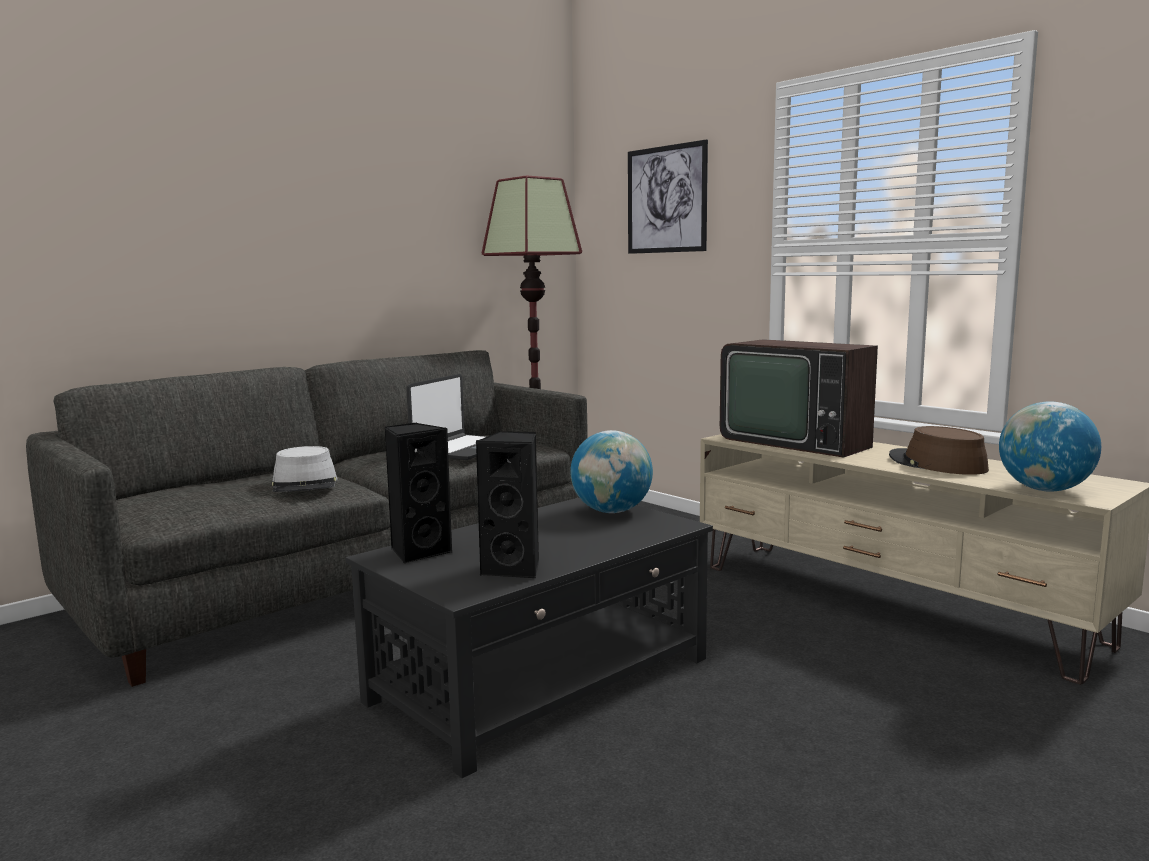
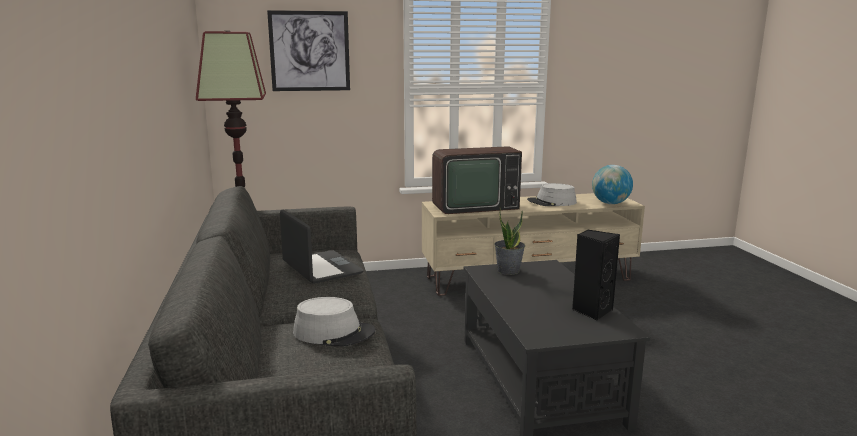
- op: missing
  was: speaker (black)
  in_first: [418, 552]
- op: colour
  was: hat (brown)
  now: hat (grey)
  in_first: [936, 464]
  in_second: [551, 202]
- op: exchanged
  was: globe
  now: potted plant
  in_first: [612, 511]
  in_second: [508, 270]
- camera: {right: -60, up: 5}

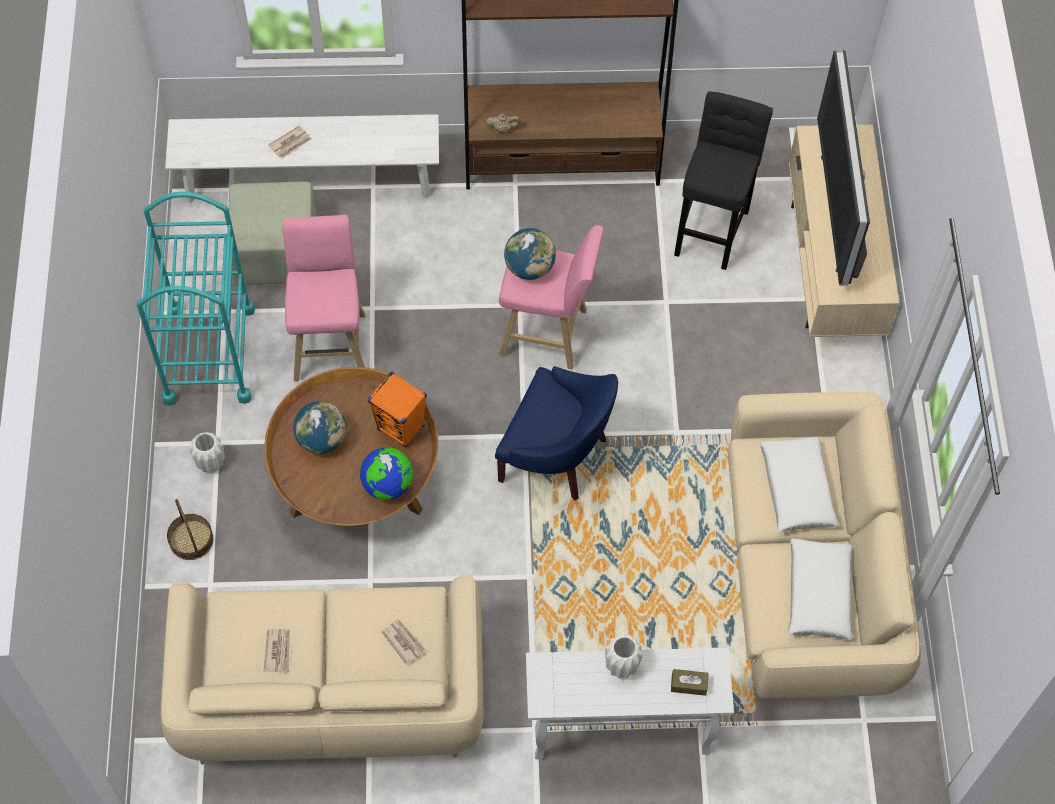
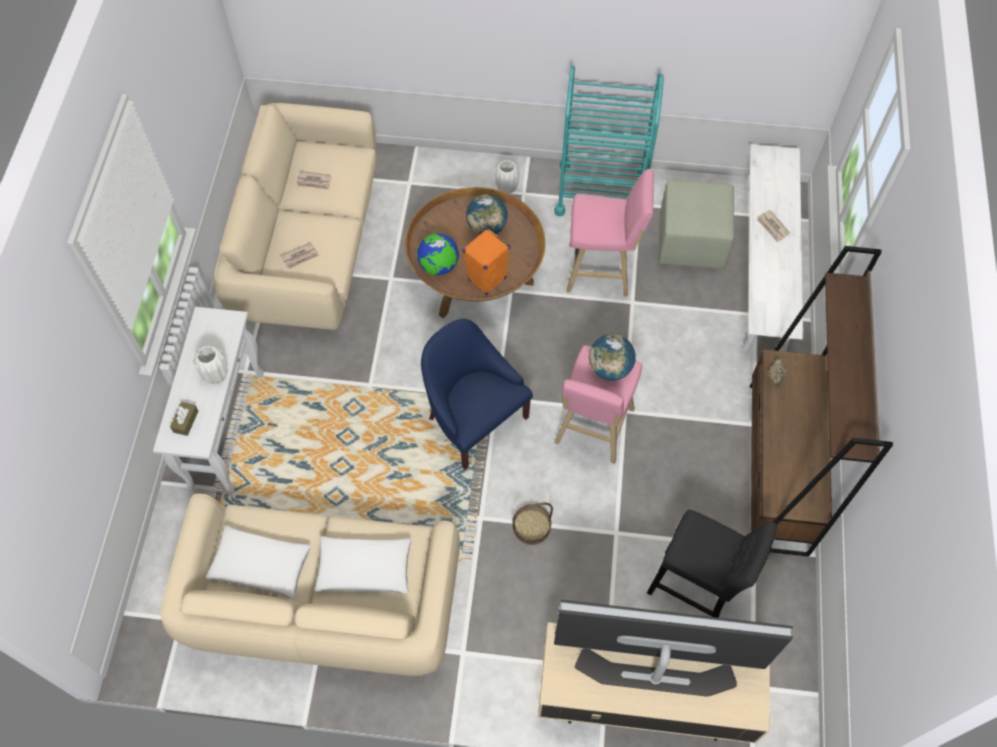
- op: spun
  was: armchair (blue)
  in_first: [557, 455]
  in_second: [473, 419]
  clockwise: 105
- op: relocated
  was: basket
  in_first: [191, 540]
  in_second: [531, 526]
- camera: {right: 100, up: 0}

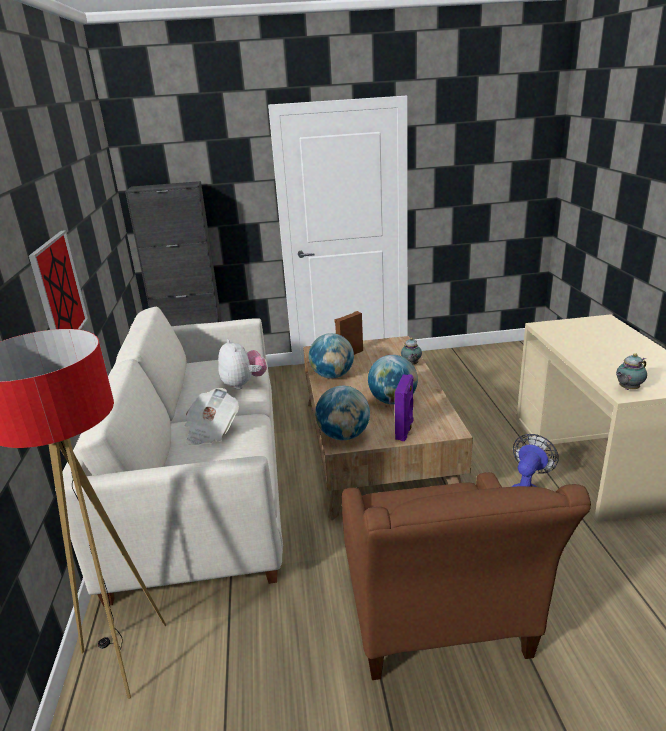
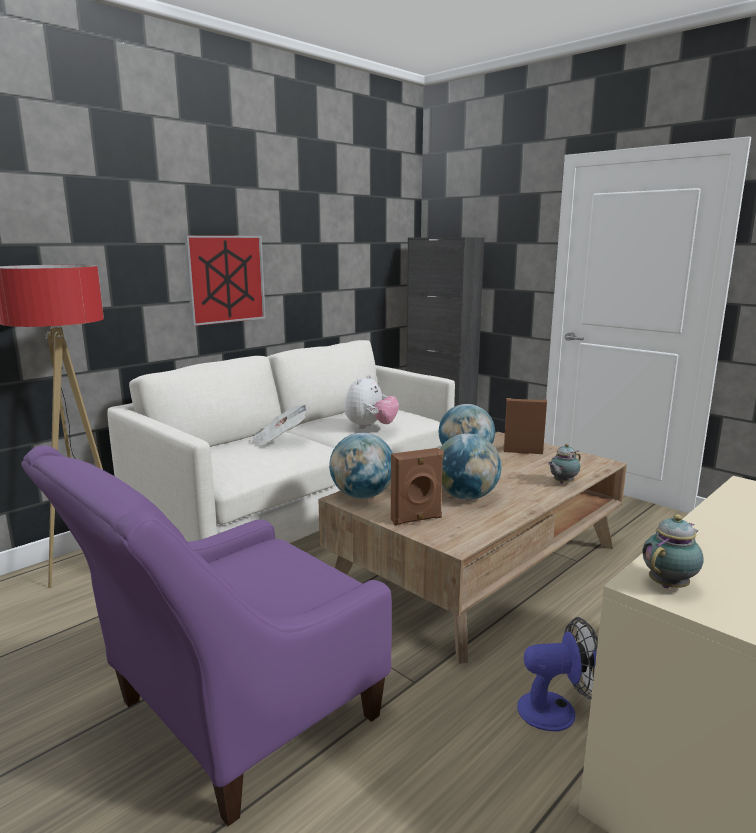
- op: spun
  was: teapot
  in_first: [627, 389]
  in_second: [670, 584]
  clockwise: 120
- op: colour
  was: speaker (purple)
  now: speaker (brown)
  in_first: [405, 430]
  in_second: [416, 519]
- op: colour
  was: armchair (brown)
  now: armchair (purple)
  in_first: [438, 624]
  in_second: [231, 719]
- camera: {right: 50, up: -10}

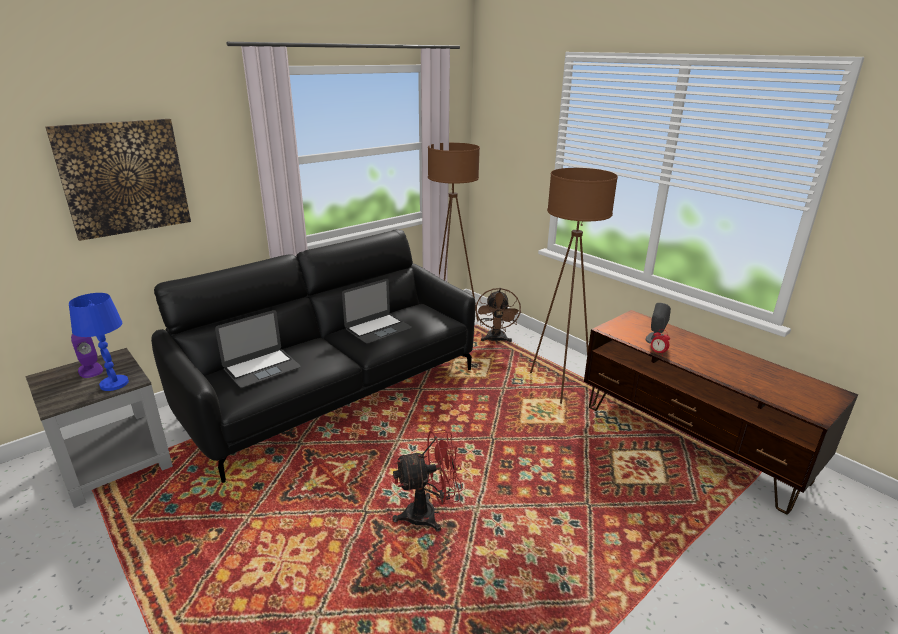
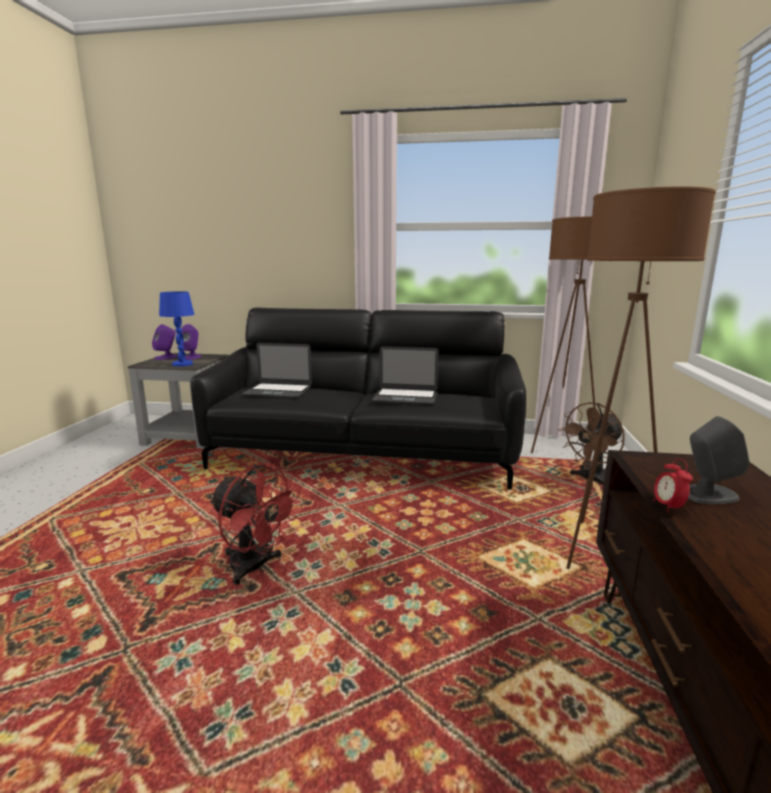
- op: missing
  was: picture
  in_first: [124, 178]
- op: appeared
  now: speaker (purple)
  in_second: [166, 357]
- camera: {right: 50, up: -10}

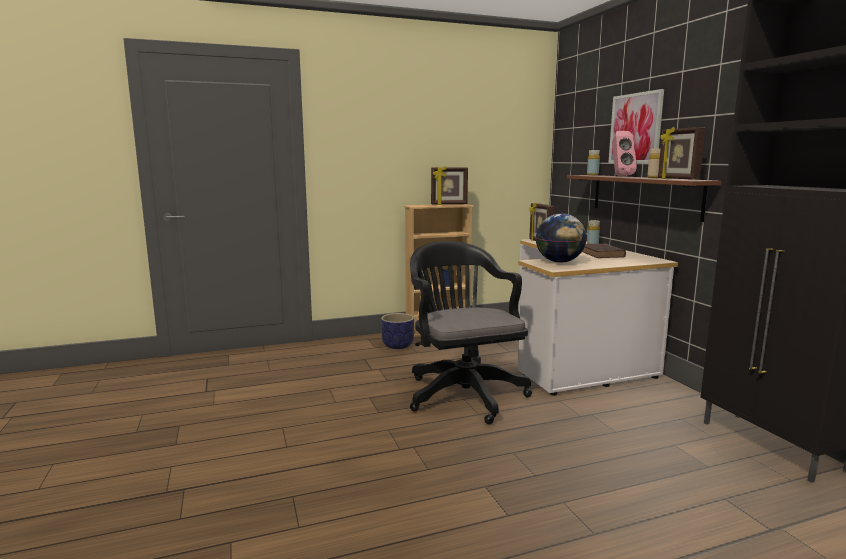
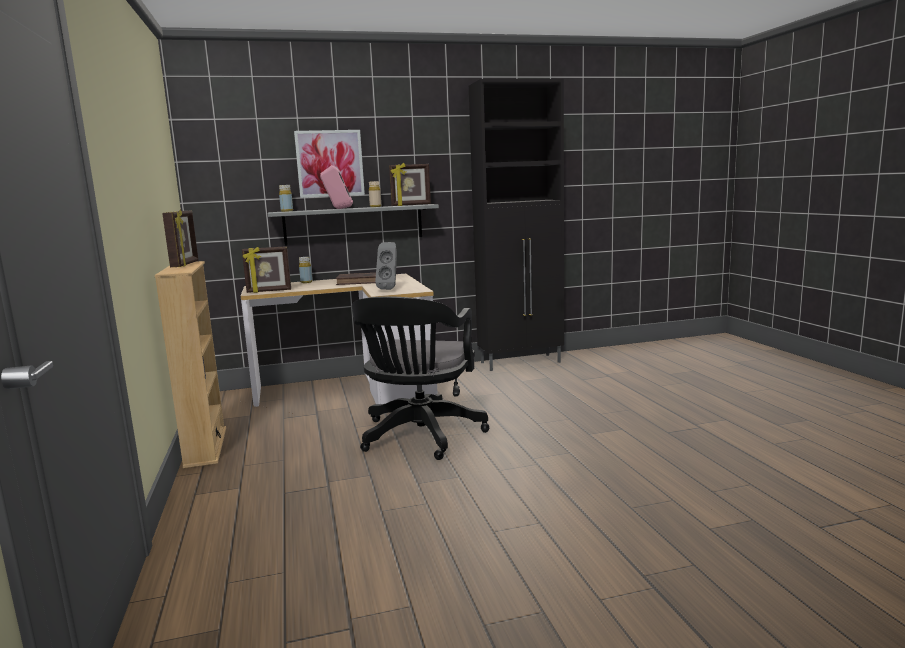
- op: colour
  was: shelf (brown)
  now: shelf (grey)
  in_first: [644, 195]
  in_second: [354, 224]
- op: exchanged
  was: globe
  now: speaker (grey)
  in_first: [559, 262]
  in_second: [390, 289]
- op: spun
  was: office chair (black)
  in_first: [462, 392]
  in_second: [419, 437]
  clockwise: -60
- op: missing
  was: planter
  in_first: [397, 345]
- camera: {right: -85, up: 0}

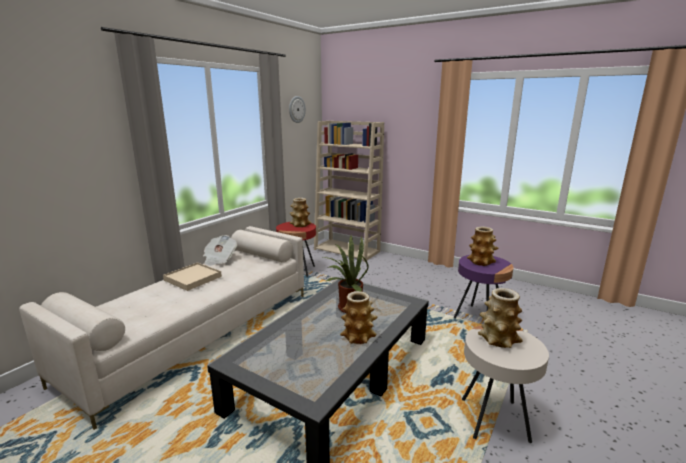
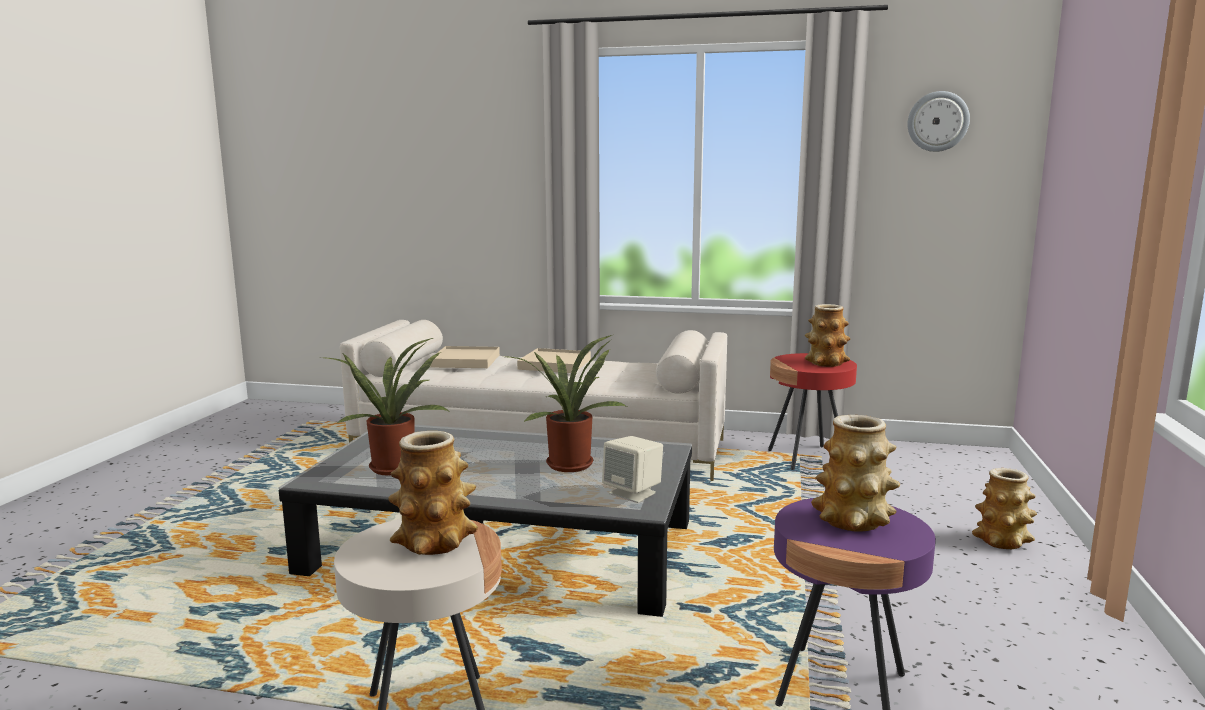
- op: missing
  was: bookcase (beige)
  in_first: [347, 250]
- op: missing
  was: newspaper
  in_first: [219, 259]
- op: relocated
  was: vase
  in_first: [358, 337]
  in_second: [1002, 541]
- op: appeared
  now: potted plant
  in_second: [395, 466]
- op: appeared
  now: tray (beige)
  in_second: [465, 361]
- op: appeared
  now: speaker (beige)
  in_second: [633, 493]
- camera: {right: 70, up: -5}

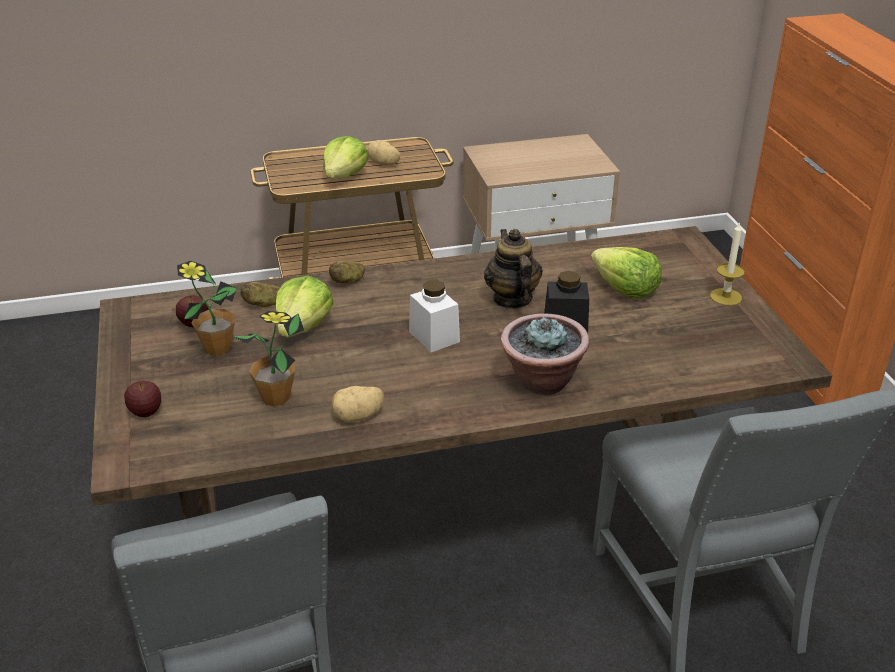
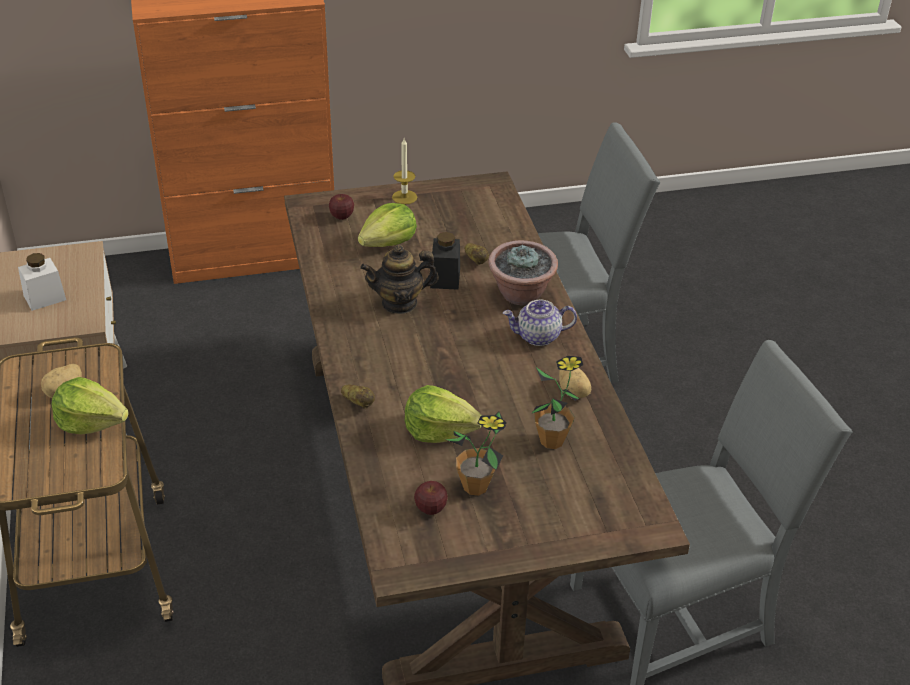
- op: relocated
  was: jar (white)
  in_first: [434, 336]
  in_second: [45, 298]
- op: relocated
  was: potato
  in_first: [263, 304]
  in_second: [476, 261]
- op: relocated
  was: apple
  in_first: [145, 412]
  in_second: [342, 216]
- op: appeared
  now: teapot
  in_second: [538, 337]
- camera: {right: -90, up: 5}

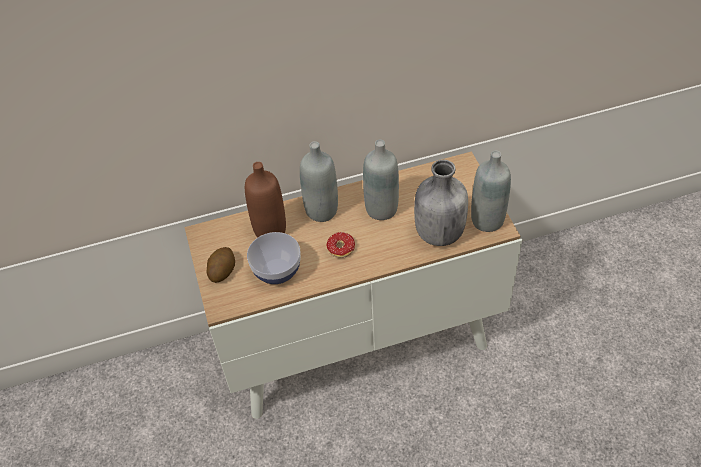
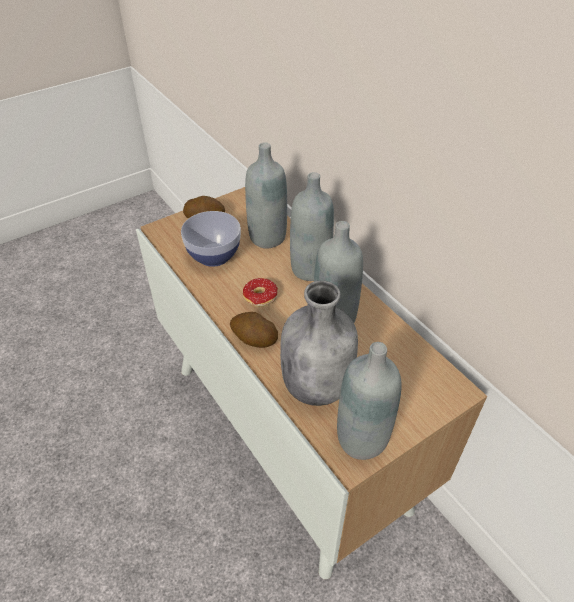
- op: colour
  was: bottle (brown)
  now: bottle (grey)
  in_first: [270, 230]
  in_second: [267, 237]
- op: appeared
  now: potato
  in_second: [254, 339]
- camera: {right: 70, up: -5}

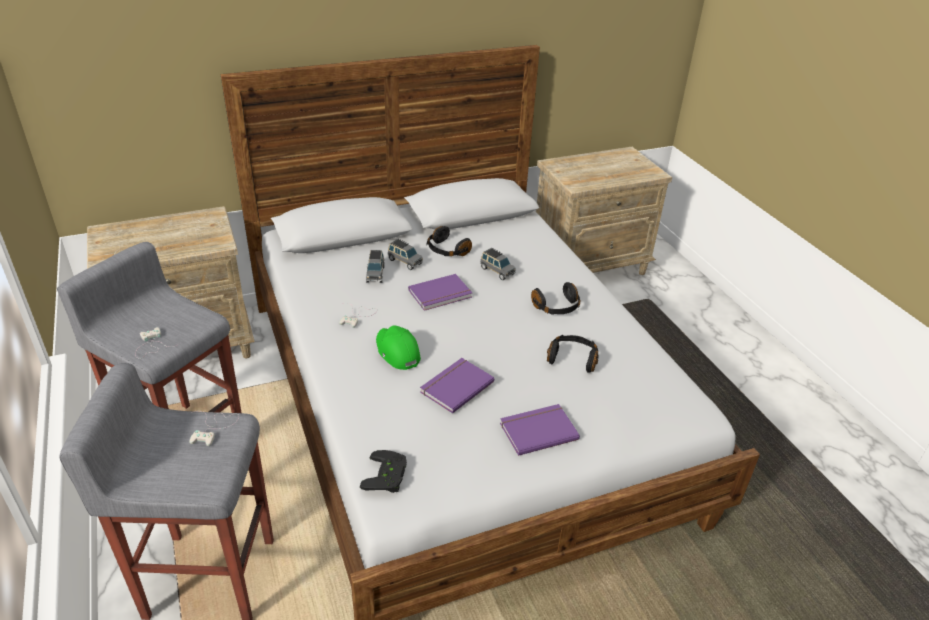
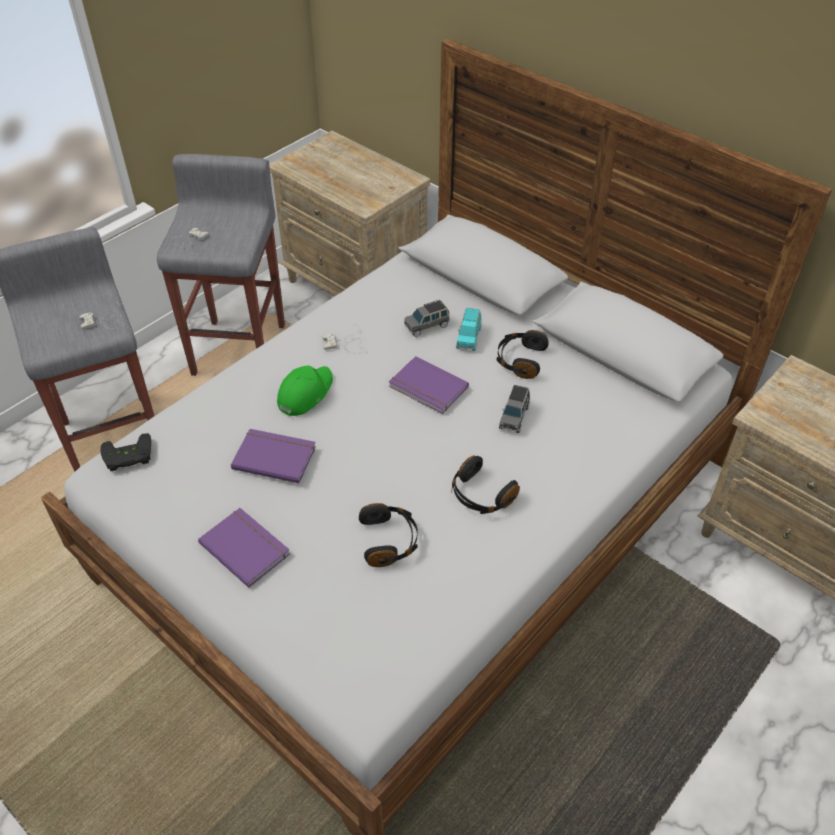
- op: colour
  was: toy car (grey)
  now: toy car (turquoise)
  in_first: [404, 261]
  in_second: [468, 337]
- camera: {right: 65, up: 10}

